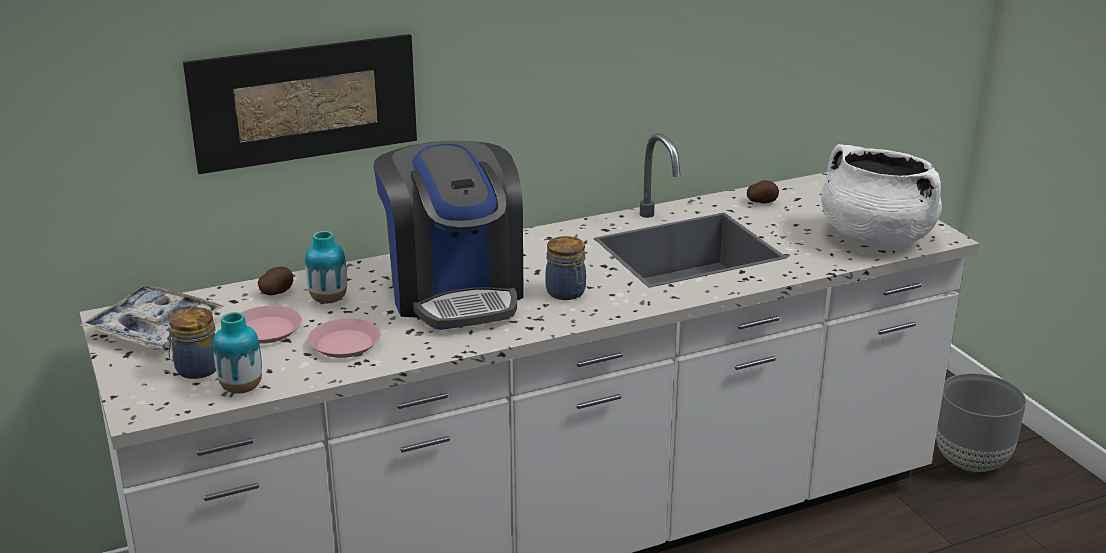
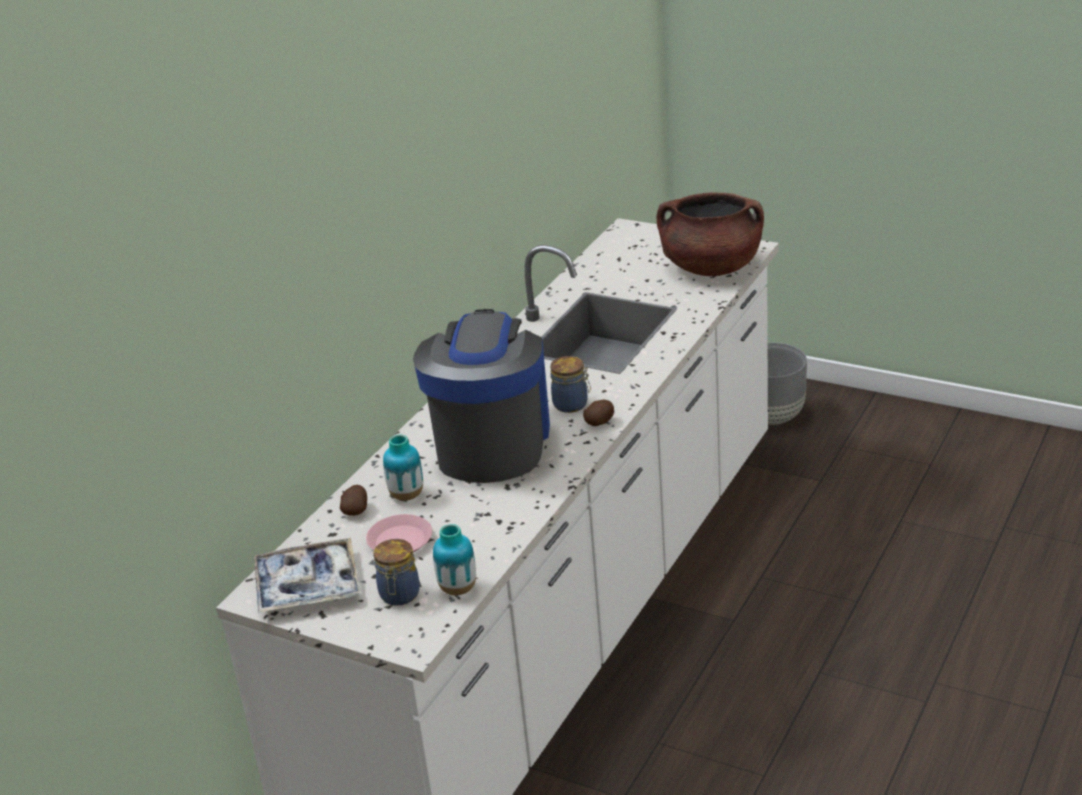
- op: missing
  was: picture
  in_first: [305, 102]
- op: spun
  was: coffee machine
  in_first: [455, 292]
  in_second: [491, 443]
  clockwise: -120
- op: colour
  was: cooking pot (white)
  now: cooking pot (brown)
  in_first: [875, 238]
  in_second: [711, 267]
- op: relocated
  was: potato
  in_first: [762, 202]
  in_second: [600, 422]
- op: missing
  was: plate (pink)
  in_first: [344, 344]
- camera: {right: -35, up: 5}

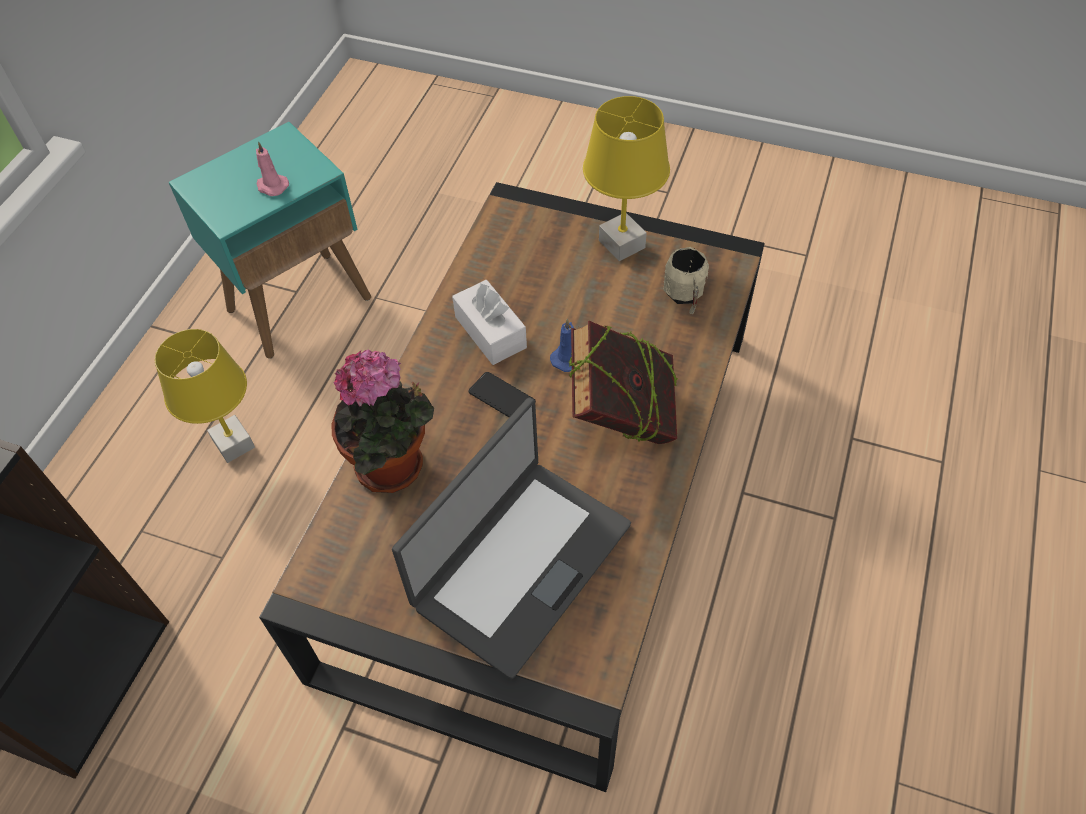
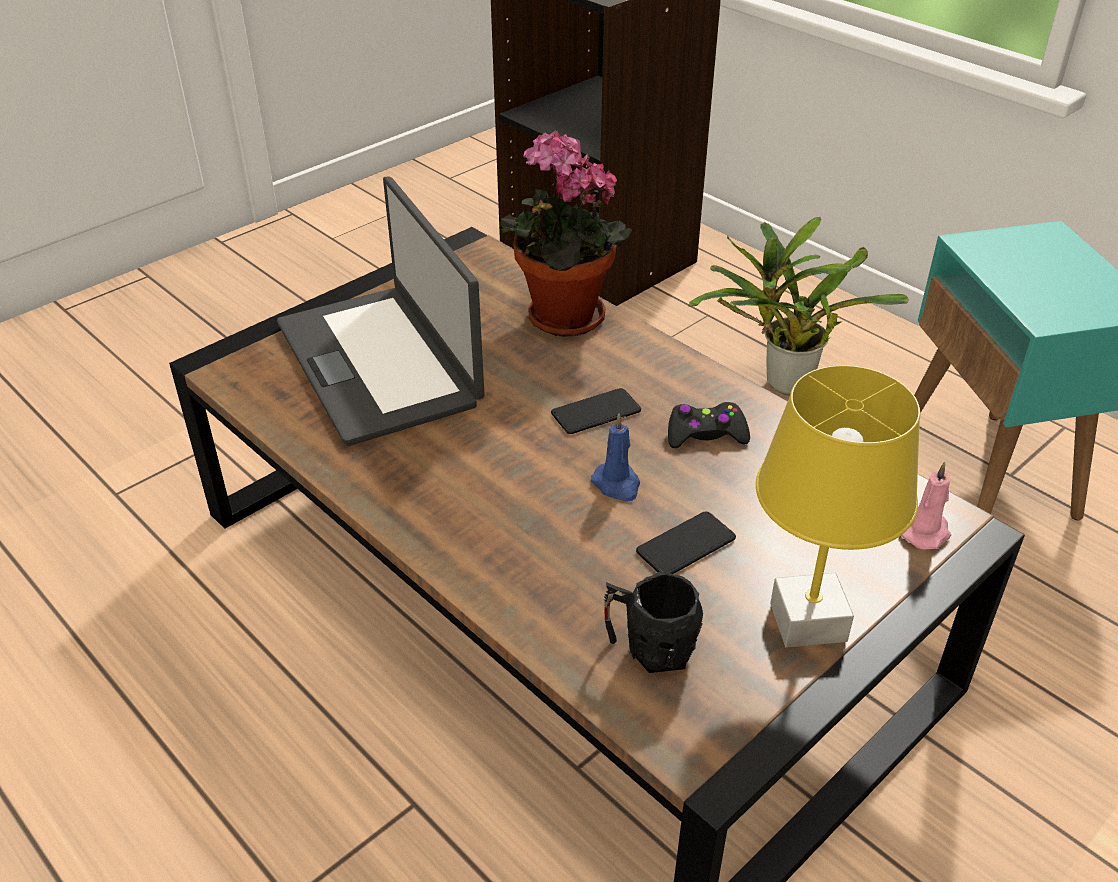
- op: relocated
  was: candle (pink)
  in_first: [271, 186]
  in_second: [925, 532]
- op: colour
  was: mug (beige)
  now: mug (black)
  in_first: [685, 297]
  in_second: [649, 648]
- op: exchanged
  was: tissue box (white)
  now: game controller (black)
  in_first: [490, 332]
  in_second: [705, 434]
- op: missing
  was: book
  in_first: [622, 420]
- op: exchanged
  was: table lamp (yellow)
  now: potted plant
  in_first: [234, 444]
  in_second: [781, 383]
- op: appeared
  now: phone
  in_second: [686, 545]
- camera: {right: 115, up: -15}

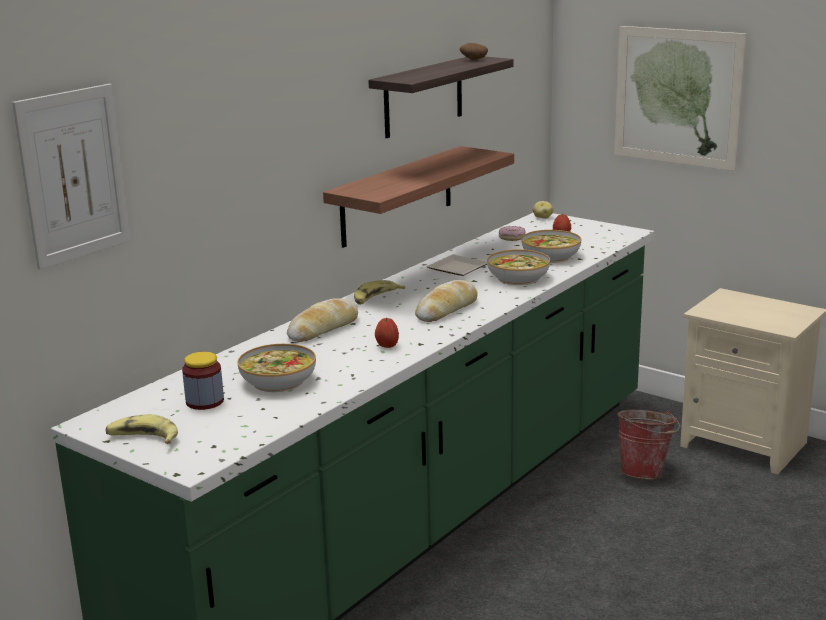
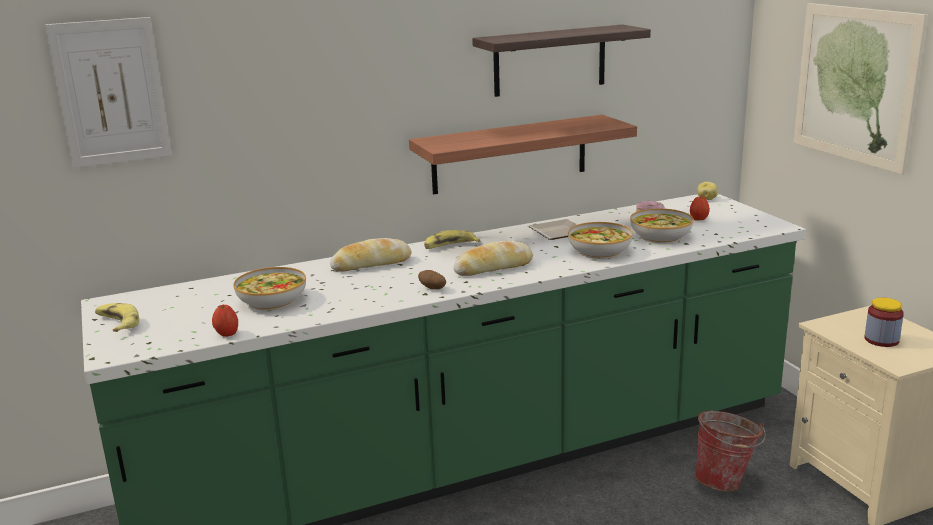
- op: relocated
  was: potato
  in_first: [473, 59]
  in_second: [432, 288]
- op: relocated
  was: apple
  in_first: [387, 346]
  in_second: [227, 334]
- op: relocated
  was: jar
  in_first: [205, 401]
  in_second: [881, 340]
- camera: {right: 30, up: 0}

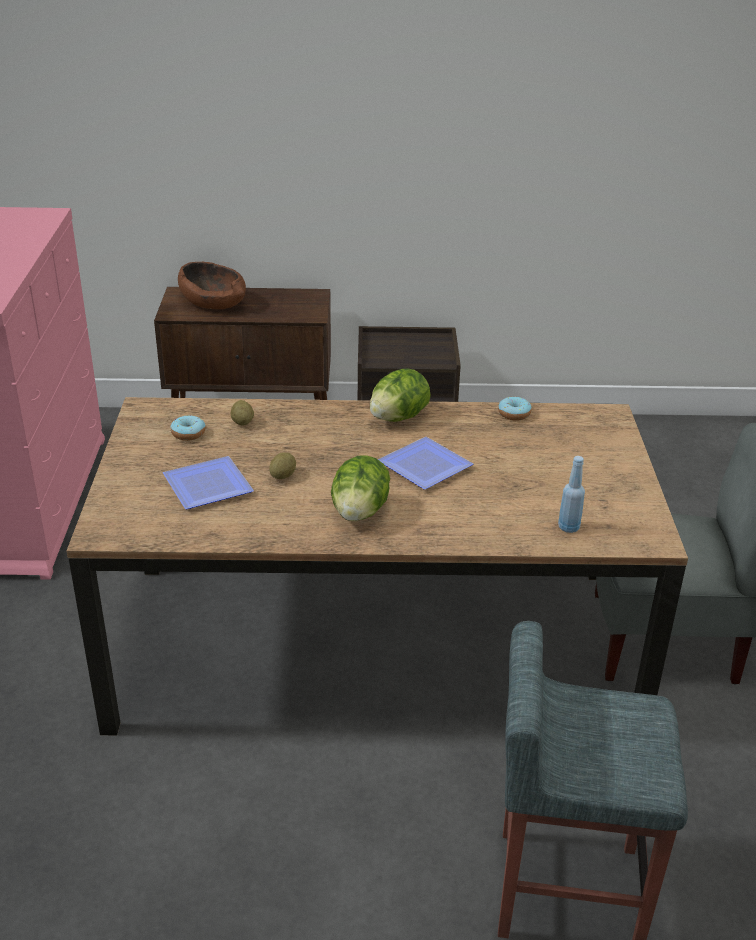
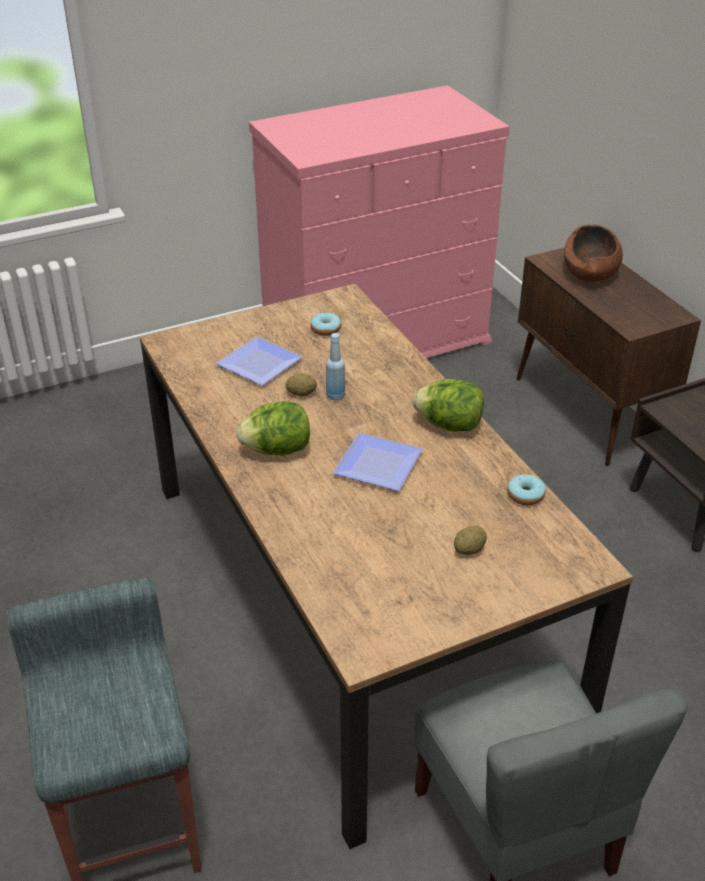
- op: relocated
  was: potato
  in_first: [242, 422]
  in_second: [469, 550]
- op: relocated
  was: bottle (blue)
  in_first: [568, 527]
  in_second: [335, 395]
- camera: {right: 65, up: 5}

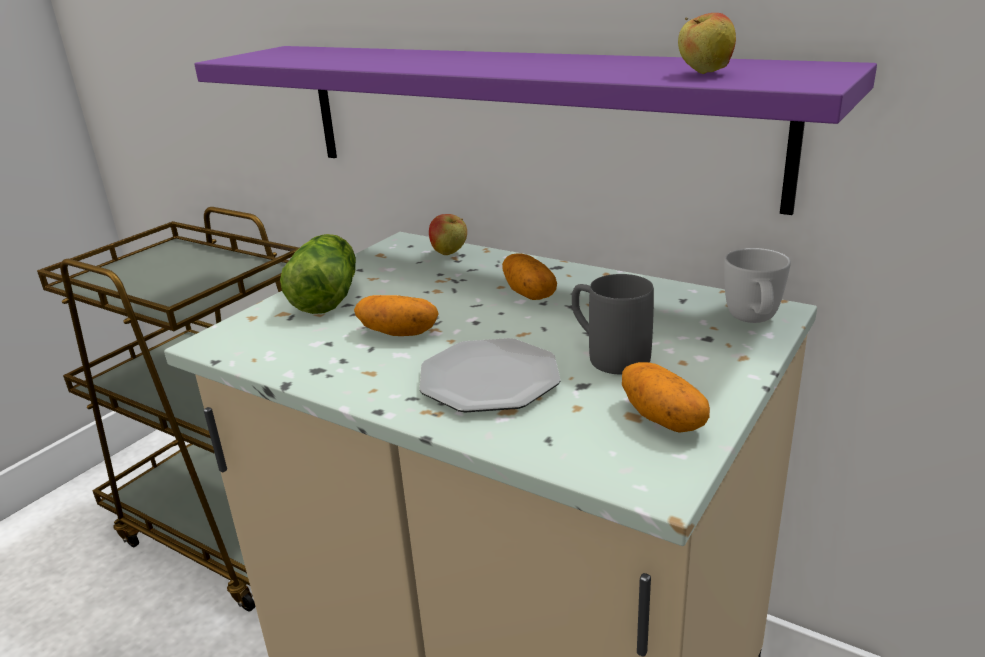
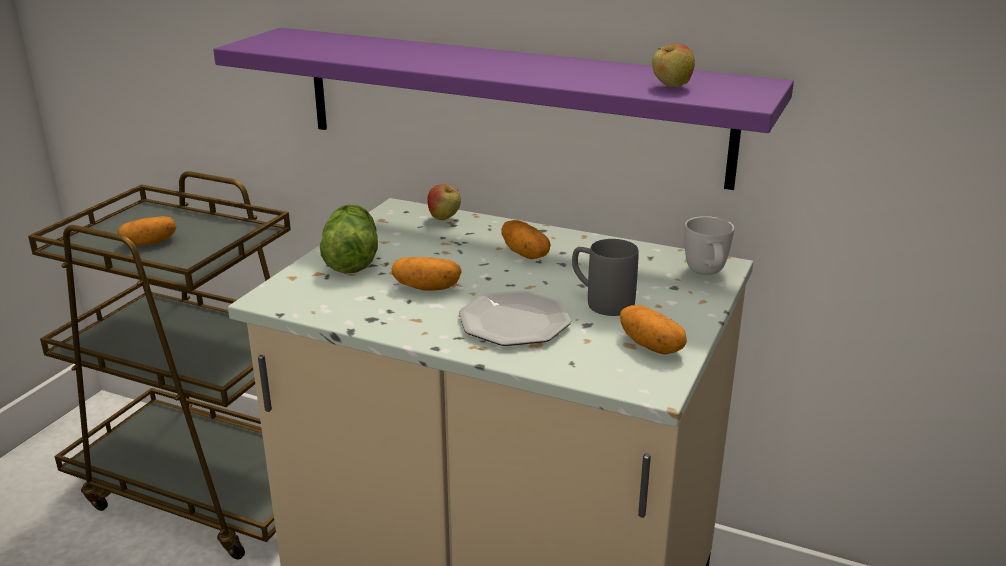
- op: appeared
  now: potato
  in_second: [149, 243]
- camera: {right: -10, up: 0}

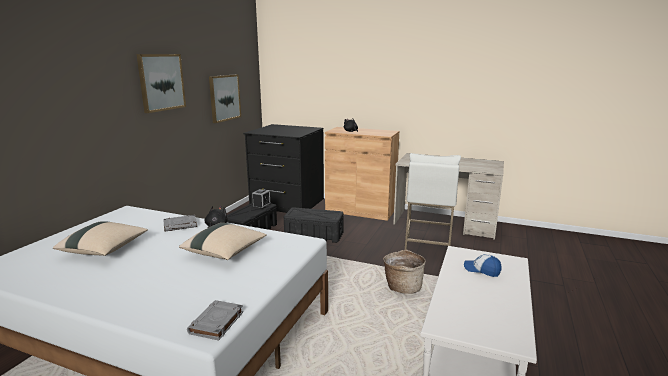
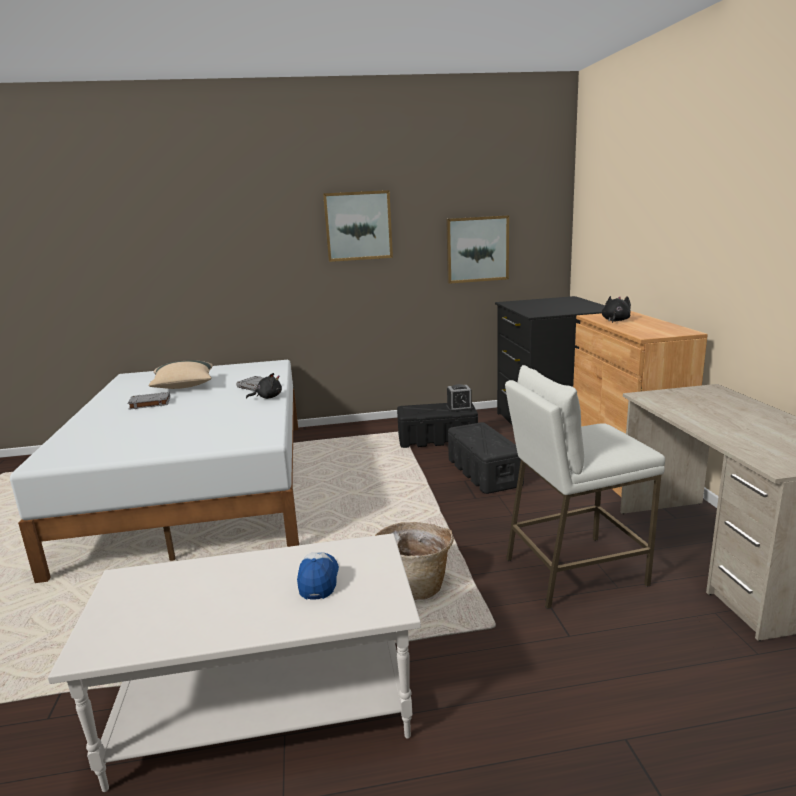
- op: missing
  was: pillow (beige)
  in_first: [225, 252]
- op: relocated
  was: book (grey)
  in_first: [216, 323]
  in_second: [149, 403]
- camera: {right: 60, up: 0}

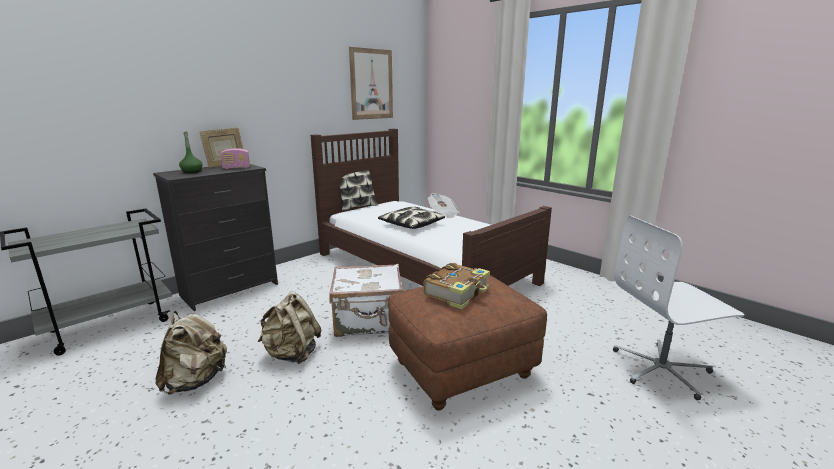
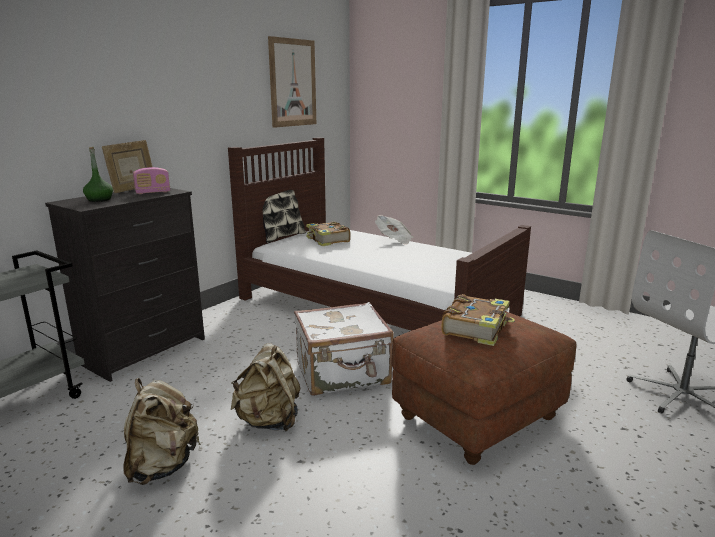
- op: missing
  was: pillow
  in_first: [411, 224]
- op: appeared
  now: book
  in_second: [327, 240]
- camera: {right: -10, up: 0}

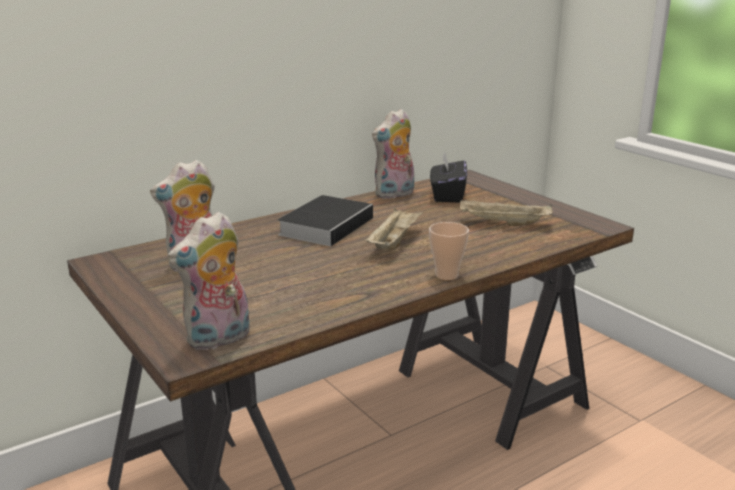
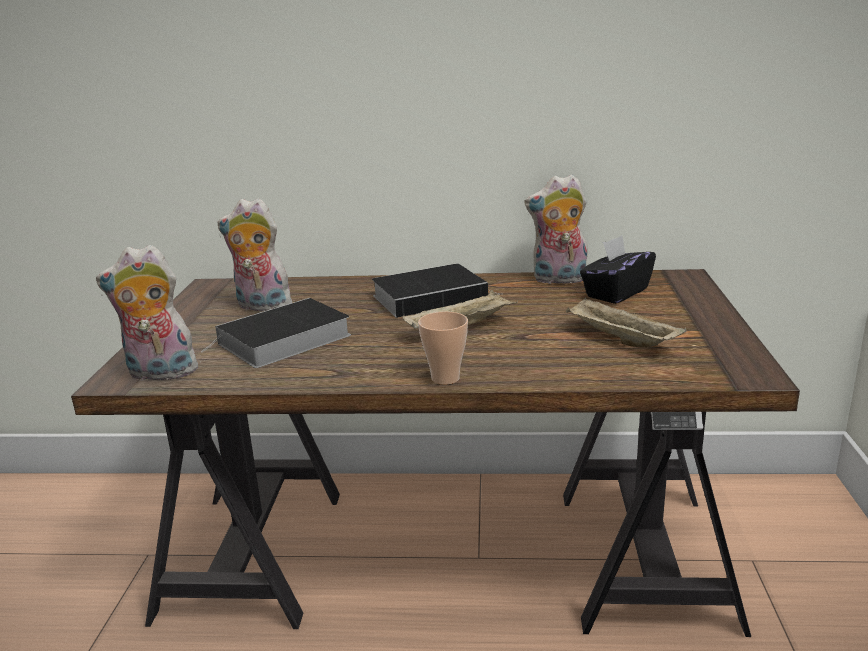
- op: appeared
  now: book
  in_second: [282, 341]
- camera: {right: 40, up: 0}

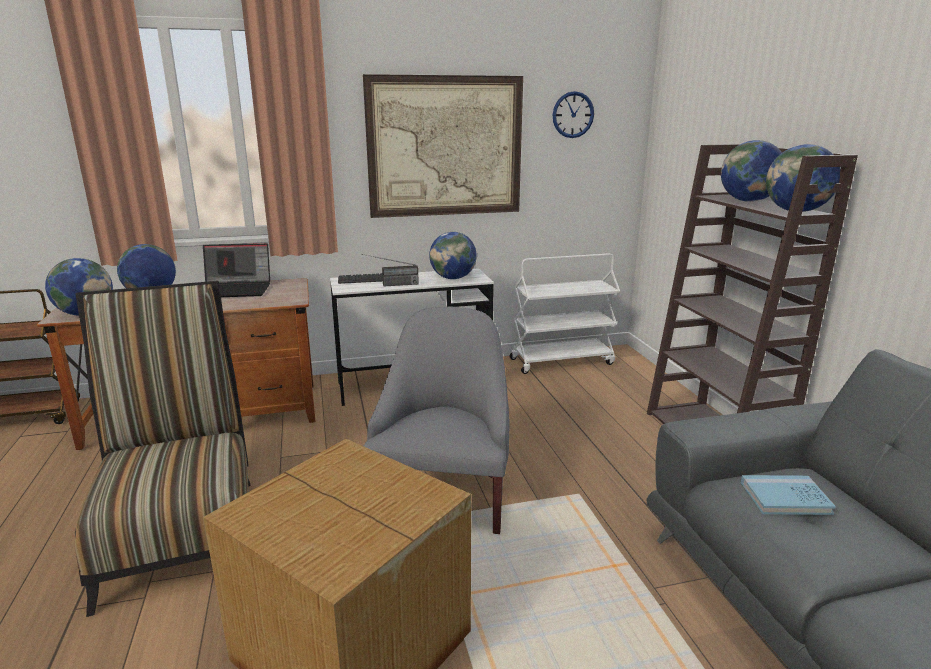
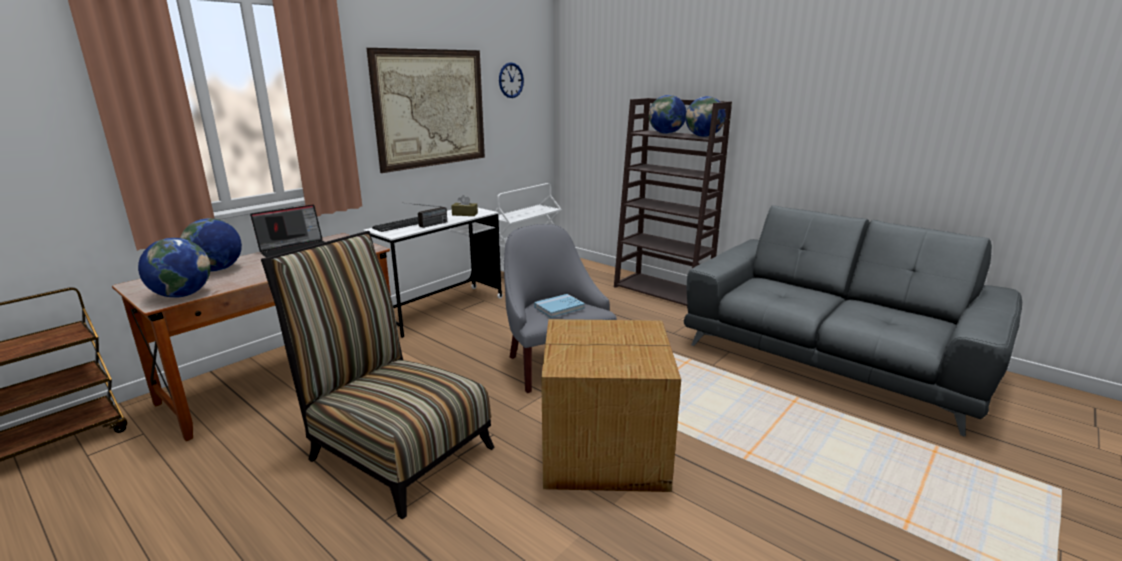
- op: exchanged
  was: globe
  now: tissue box (brown)
  in_first: [453, 278]
  in_second: [465, 214]
- op: relocated
  was: book (blue)
  in_first: [785, 498]
  in_second: [559, 307]
- camera: {right: -35, up: 0}

